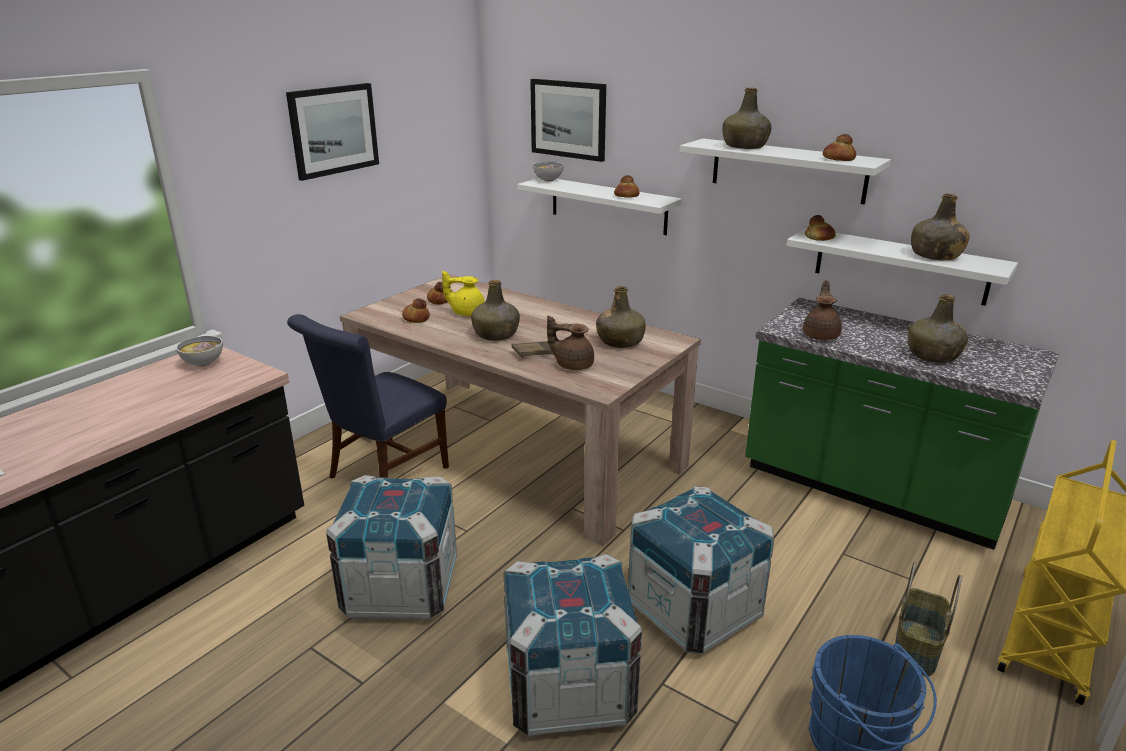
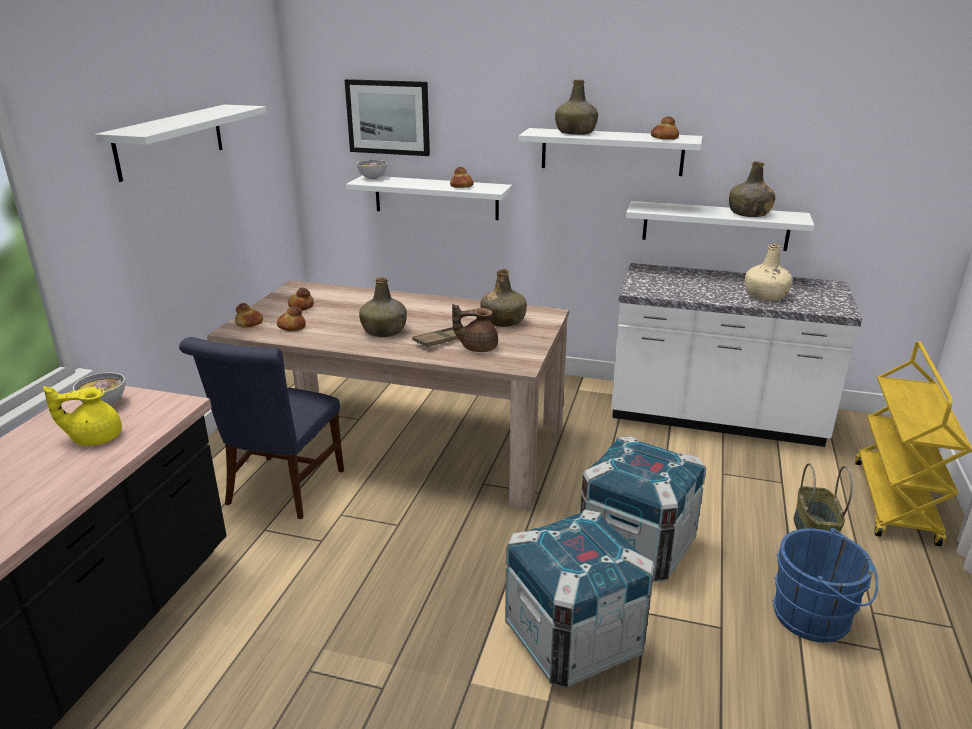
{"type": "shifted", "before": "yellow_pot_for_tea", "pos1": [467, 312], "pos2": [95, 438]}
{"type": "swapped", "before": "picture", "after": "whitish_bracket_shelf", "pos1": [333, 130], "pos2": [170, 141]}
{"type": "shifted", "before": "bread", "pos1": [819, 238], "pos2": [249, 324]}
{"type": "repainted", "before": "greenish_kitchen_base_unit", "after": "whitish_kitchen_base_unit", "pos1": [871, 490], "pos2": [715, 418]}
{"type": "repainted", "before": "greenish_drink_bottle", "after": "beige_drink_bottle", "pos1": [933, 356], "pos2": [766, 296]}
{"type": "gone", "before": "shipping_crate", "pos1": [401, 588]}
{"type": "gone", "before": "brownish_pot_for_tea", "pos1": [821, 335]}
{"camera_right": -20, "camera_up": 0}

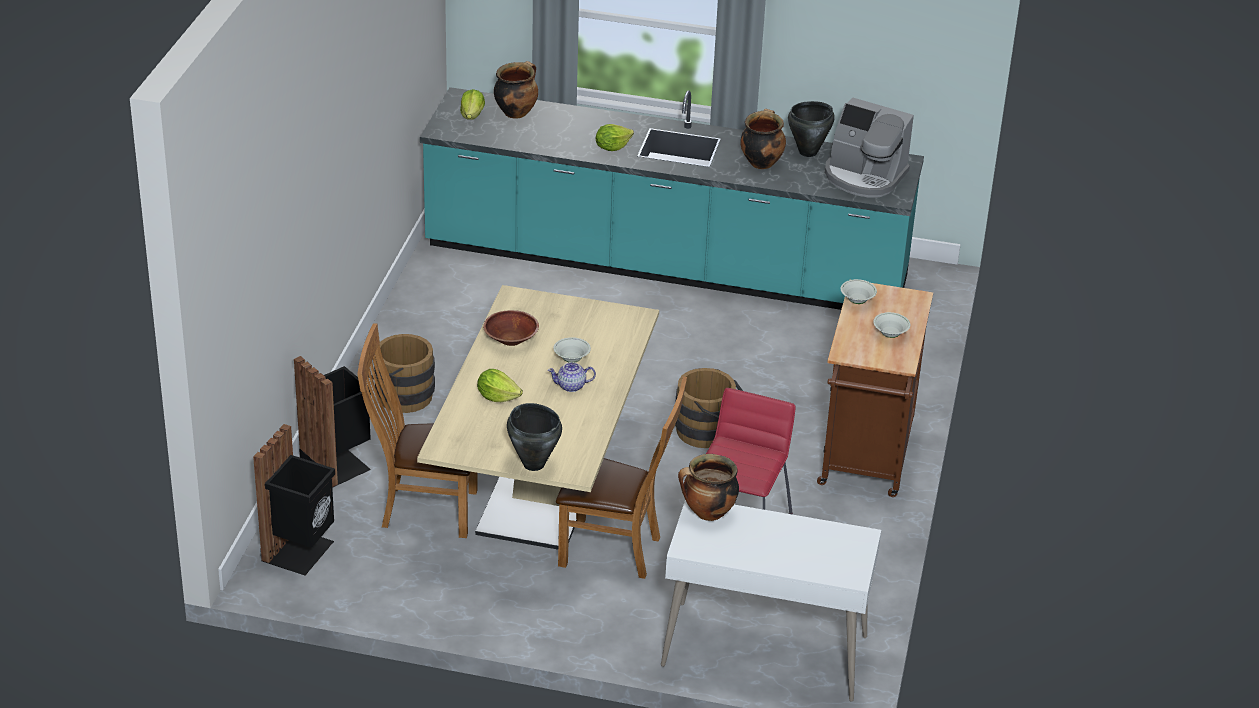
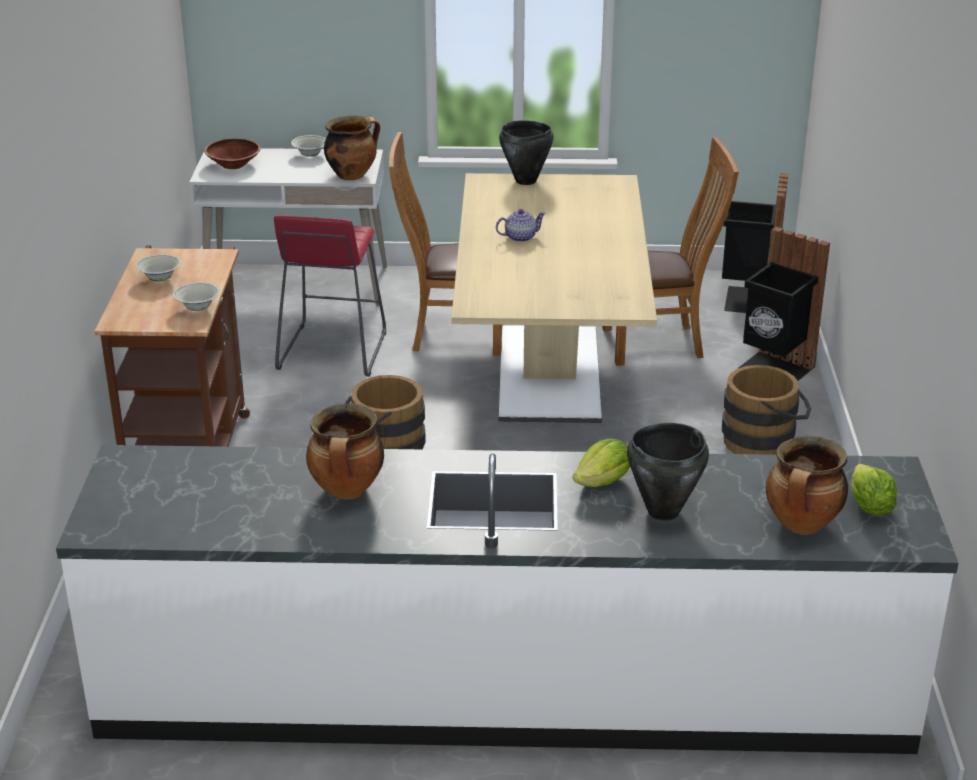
{"type": "repainted", "before": "turquoise-coloured_kitchen_base_unit", "after": "whitish_kitchen_base_unit", "pos1": [665, 265], "pos2": [504, 688]}
{"type": "shifted", "before": "brownish_serving_bowl", "pos1": [511, 339], "pos2": [233, 165]}
{"type": "shifted", "before": "whitish_serving_bowl", "pos1": [571, 359], "pos2": [310, 155]}
{"type": "shifted", "before": "blackish_stockpot", "pos1": [808, 152], "pos2": [662, 511]}
{"type": "gone", "before": "lettuce", "pos1": [497, 397]}
{"type": "gone", "before": "coffee_maker", "pos1": [864, 177]}
{"camera_right": 170, "camera_up": -5}

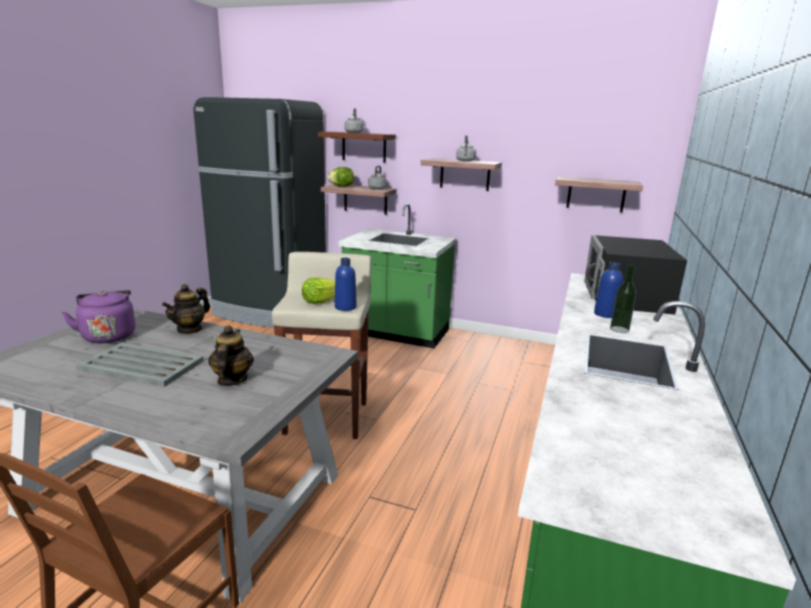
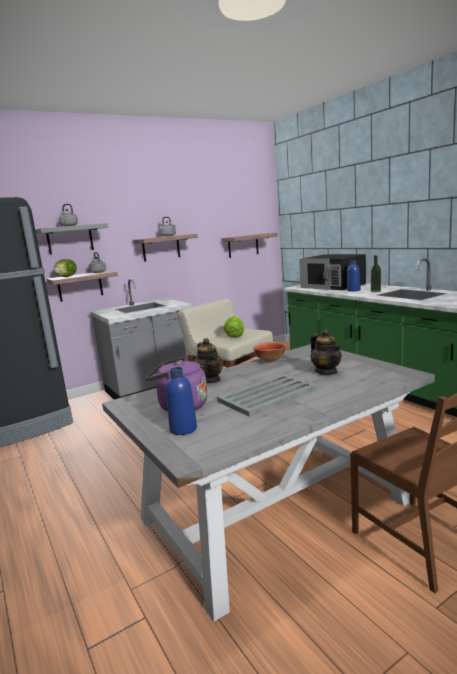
{"type": "repainted", "before": "brownish_bracket_shelf", "after": "gray_bracket_shelf", "pos1": [364, 147], "pos2": [70, 239]}
{"type": "repainted", "before": "greenish_kitchen_base_unit", "after": "gray_kitchen_base_unit", "pos1": [396, 333], "pos2": [151, 388]}
{"type": "shifted", "before": "blue-coloured_drink_bottle", "pos1": [345, 307], "pos2": [183, 429]}
{"type": "new", "after": "serving_bowl", "pos2": [270, 361]}
{"type": "rotated", "before": "pot_for_tea", "pos1": [232, 380], "pos2": [326, 371], "turn": -150}
{"camera_right": -50, "camera_up": -5}

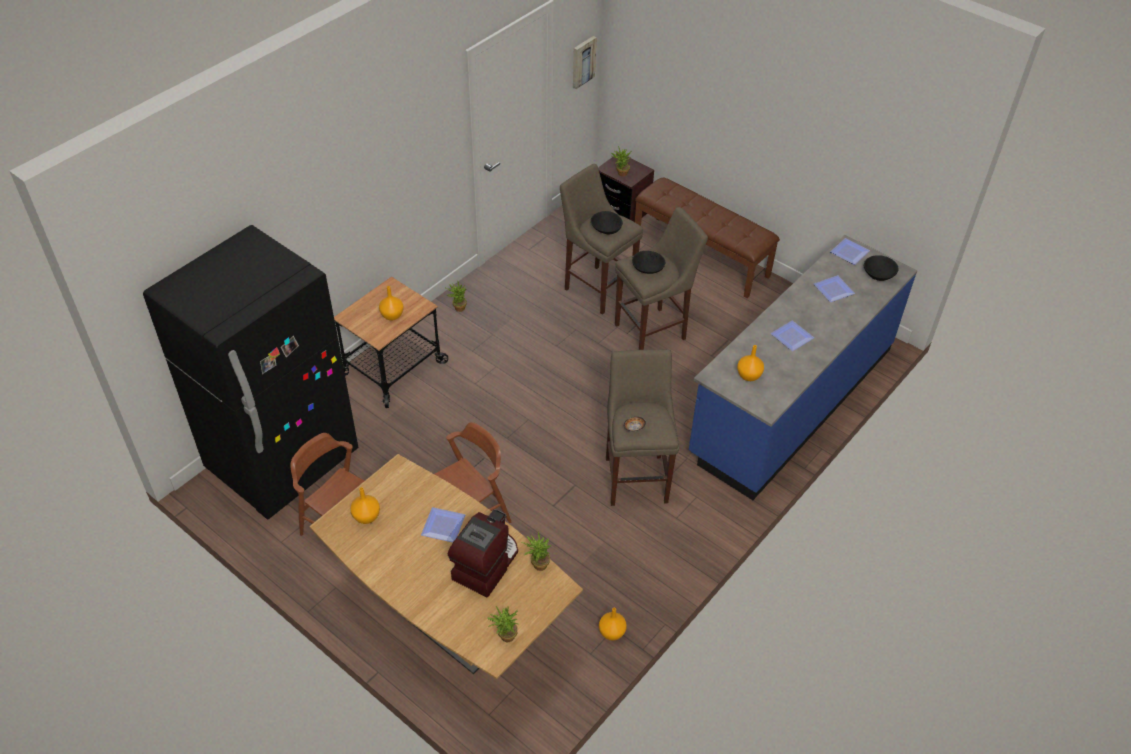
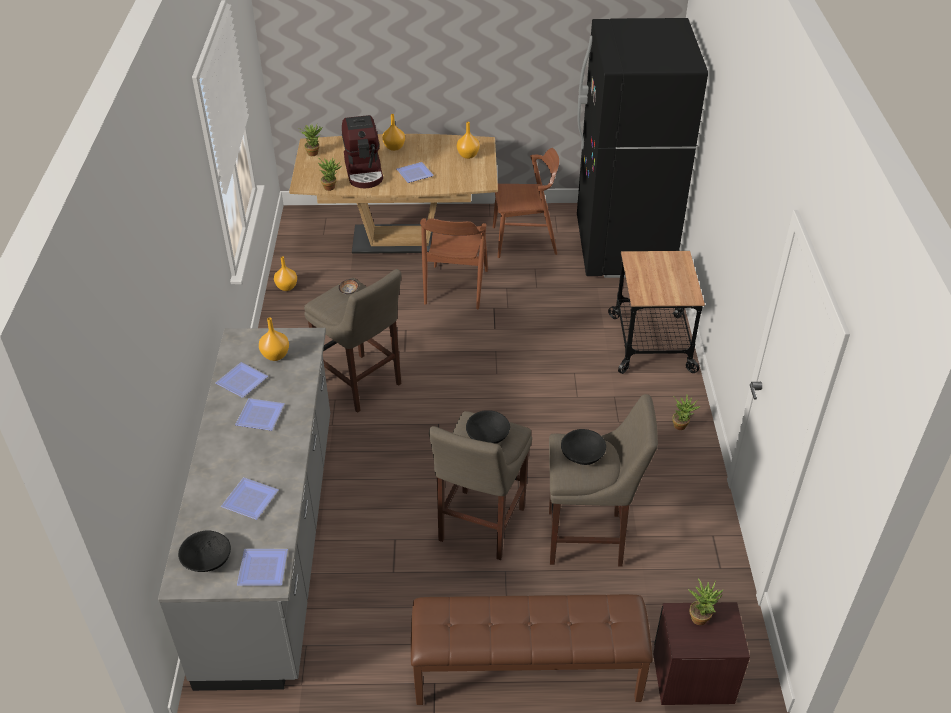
{"type": "repainted", "before": "blue-coloured_kitchen_base_unit", "after": "gray_kitchen_base_unit", "pos1": [791, 401], "pos2": [272, 542]}
{"type": "new", "after": "flat_dish", "pos2": [244, 381]}
{"type": "shifted", "before": "orange-coloured_flower_vase", "pos1": [392, 316], "pos2": [393, 147]}
{"type": "gone", "before": "picture", "pos1": [582, 62]}
{"camera_right": 140, "camera_up": -5}

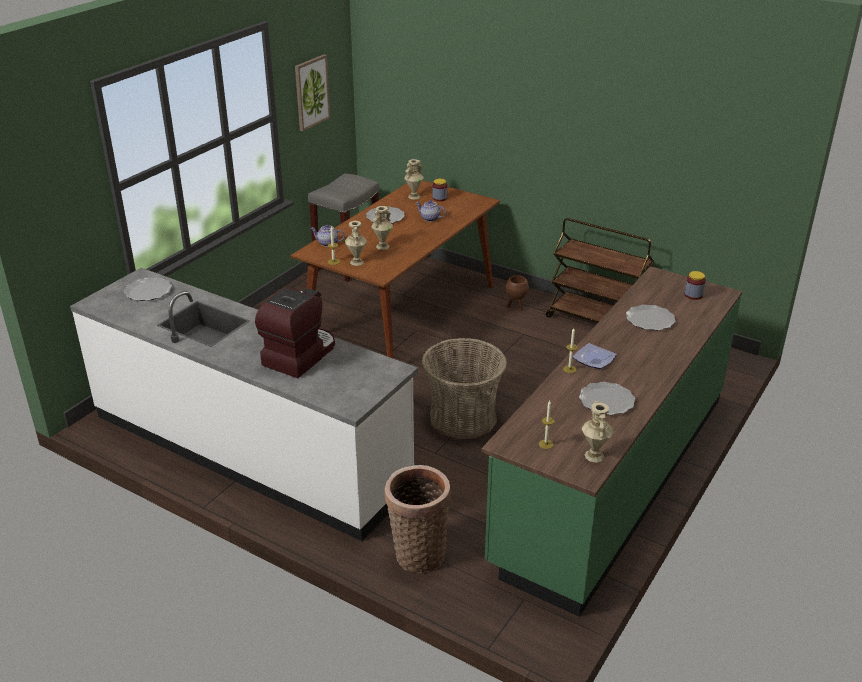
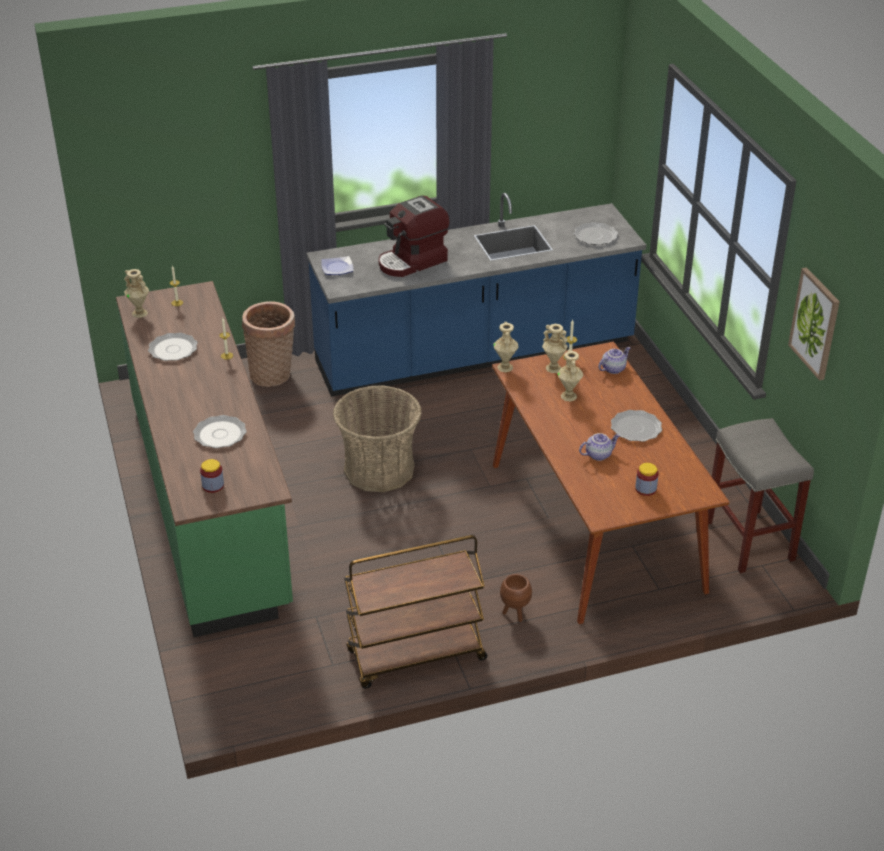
{"type": "repainted", "before": "whitish_kitchen_base_unit", "after": "blue-coloured_kitchen_base_unit", "pos1": [250, 449], "pos2": [475, 355]}
{"type": "shifted", "before": "flat_dish", "pos1": [593, 358], "pos2": [338, 268]}
{"type": "rotated", "before": "coffee_maker", "pos1": [299, 355], "pos2": [412, 262], "turn": 75}
{"type": "shifted", "before": "beige_flower_vase", "pos1": [414, 196], "pos2": [505, 367]}
{"camera_right": 130, "camera_up": 5}

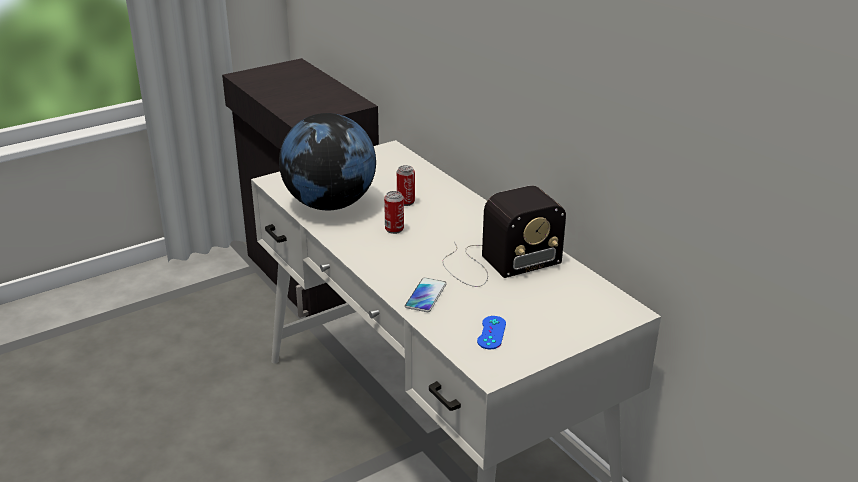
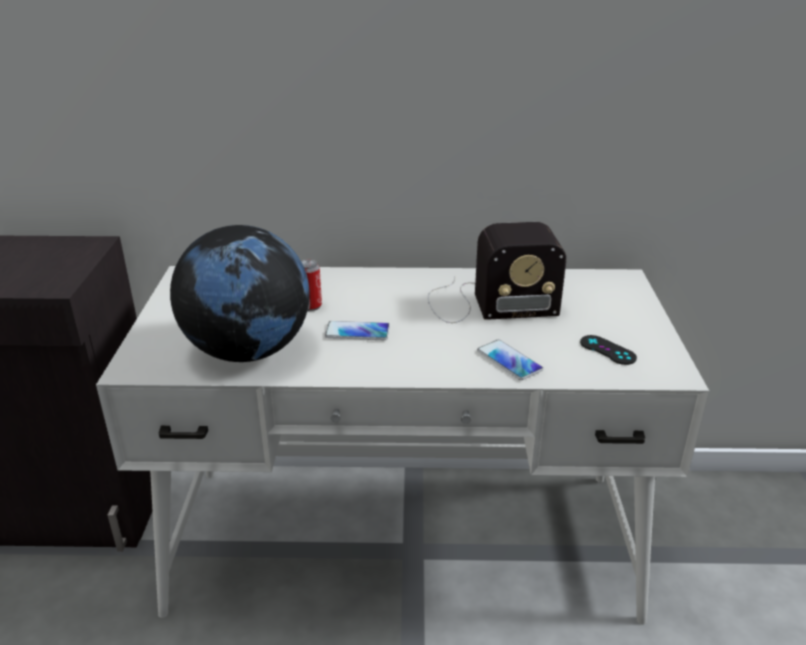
{"type": "swapped", "before": "sealed_can", "after": "handset", "pos1": [394, 229], "pos2": [357, 332]}
{"type": "rotated", "before": "radio", "pos1": [496, 262], "pos2": [487, 303], "turn": 75}
{"type": "repainted", "before": "blue-coloured_gamepad", "after": "blackish_gamepad", "pos1": [491, 333], "pos2": [607, 350]}
{"camera_right": -55, "camera_up": 0}

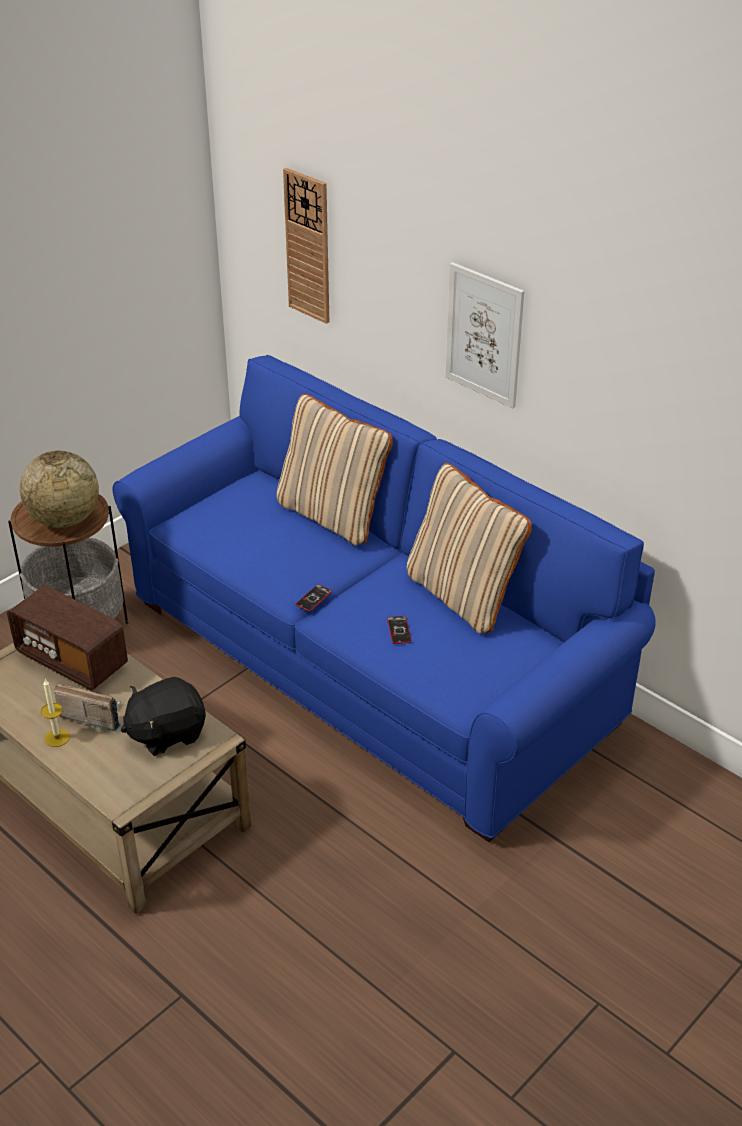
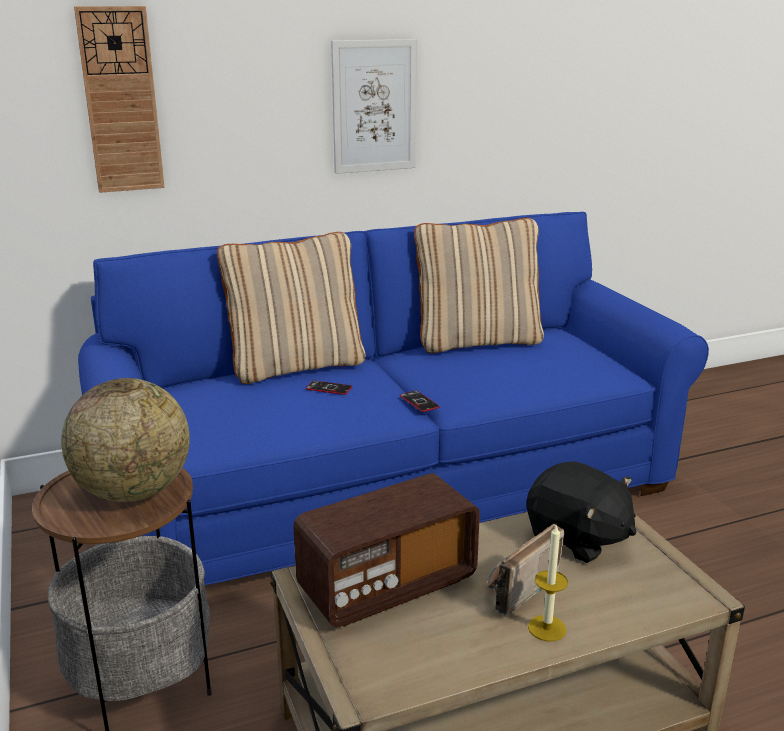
{"type": "shifted", "before": "handset", "pos1": [399, 630], "pos2": [329, 388]}
{"type": "rotated", "before": "blackish_cuddly_toy", "pos1": [166, 733], "pos2": [577, 539], "turn": -45}
{"camera_right": -65, "camera_up": -15}

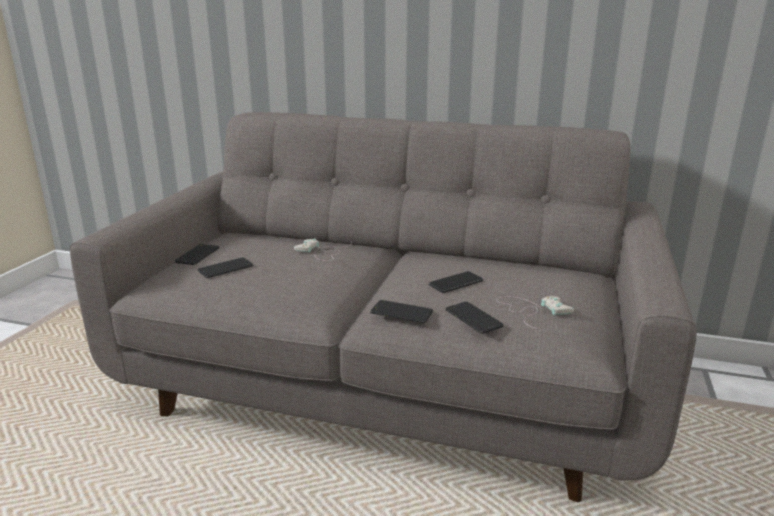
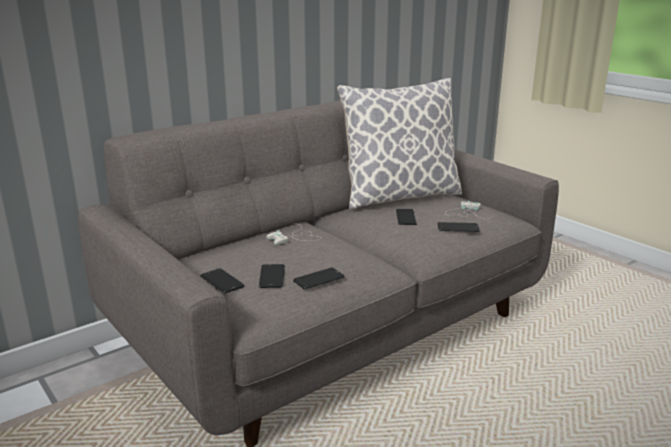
{"type": "shifted", "before": "handset", "pos1": [401, 312], "pos2": [319, 279]}
{"type": "new", "after": "throw_pillow", "pos2": [399, 197]}
{"camera_right": -55, "camera_up": 0}

